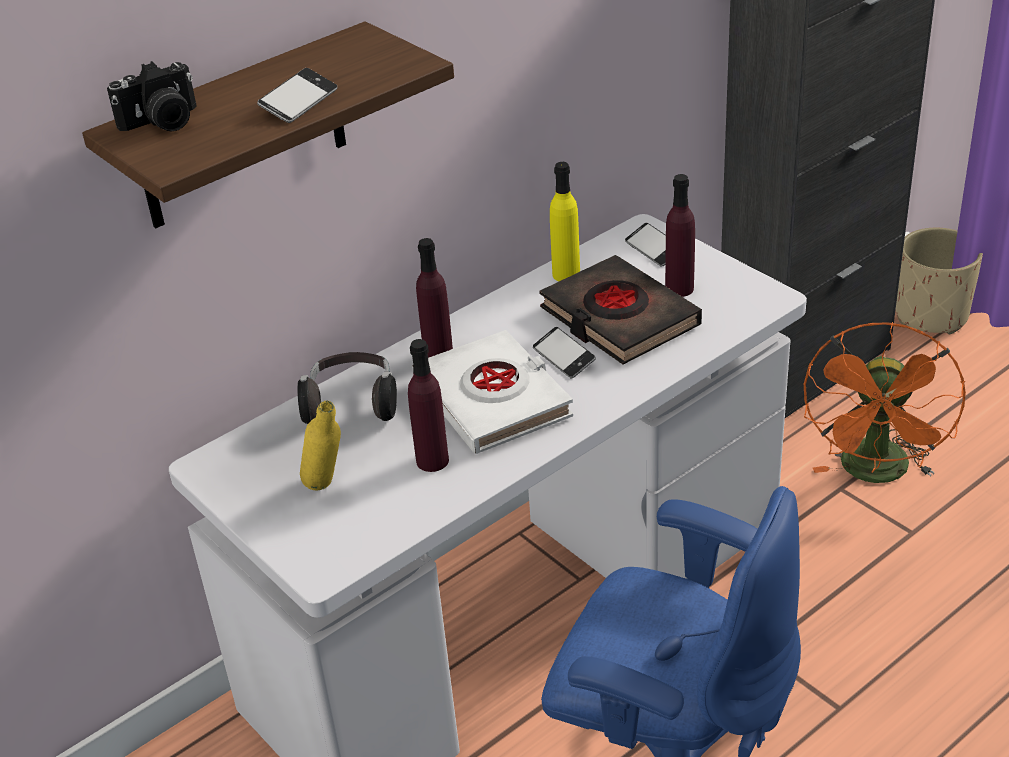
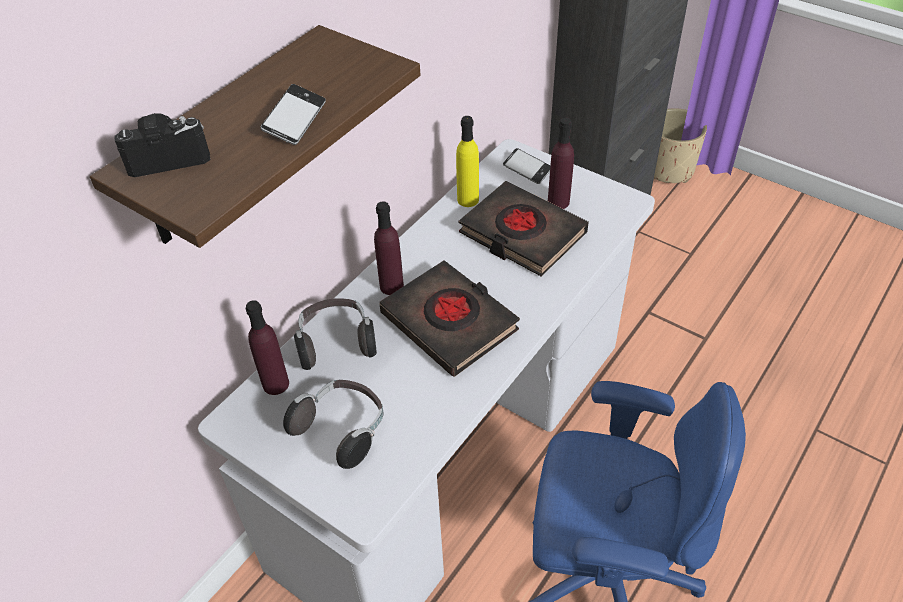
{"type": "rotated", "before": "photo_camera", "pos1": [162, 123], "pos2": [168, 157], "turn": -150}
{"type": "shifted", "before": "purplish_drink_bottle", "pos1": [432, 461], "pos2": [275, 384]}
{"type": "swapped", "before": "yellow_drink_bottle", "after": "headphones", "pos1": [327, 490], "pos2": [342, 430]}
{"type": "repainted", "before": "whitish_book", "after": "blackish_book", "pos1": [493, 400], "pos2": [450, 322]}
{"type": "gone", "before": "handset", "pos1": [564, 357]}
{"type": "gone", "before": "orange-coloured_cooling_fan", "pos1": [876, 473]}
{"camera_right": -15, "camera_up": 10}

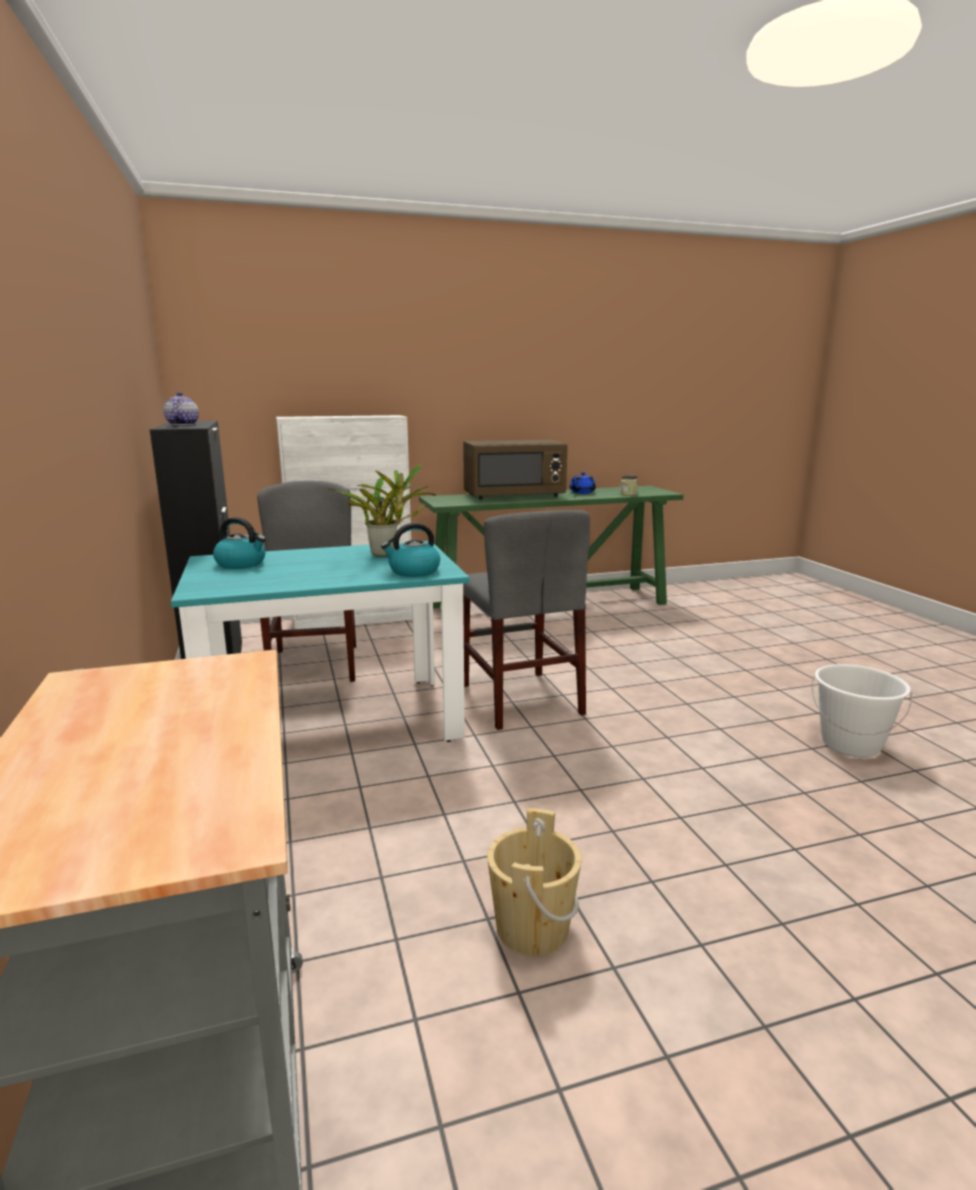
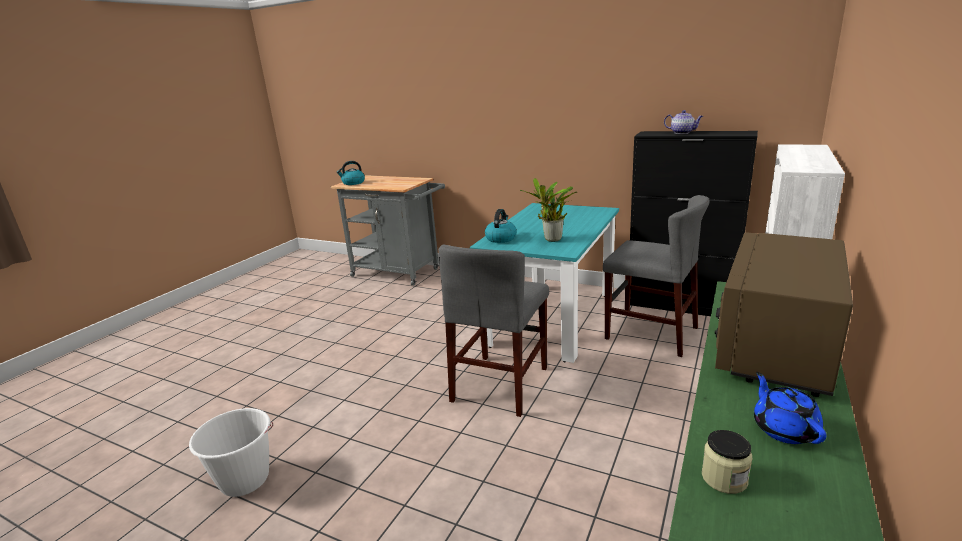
{"type": "shifted", "before": "water_kettle", "pos1": [242, 564], "pos2": [353, 183]}
{"type": "rotated", "before": "gray_plain_chair", "pos1": [520, 699], "pos2": [500, 384], "turn": -90}
{"type": "gone", "before": "beige_bucket", "pos1": [532, 928]}
{"camera_right": 135, "camera_up": 5}

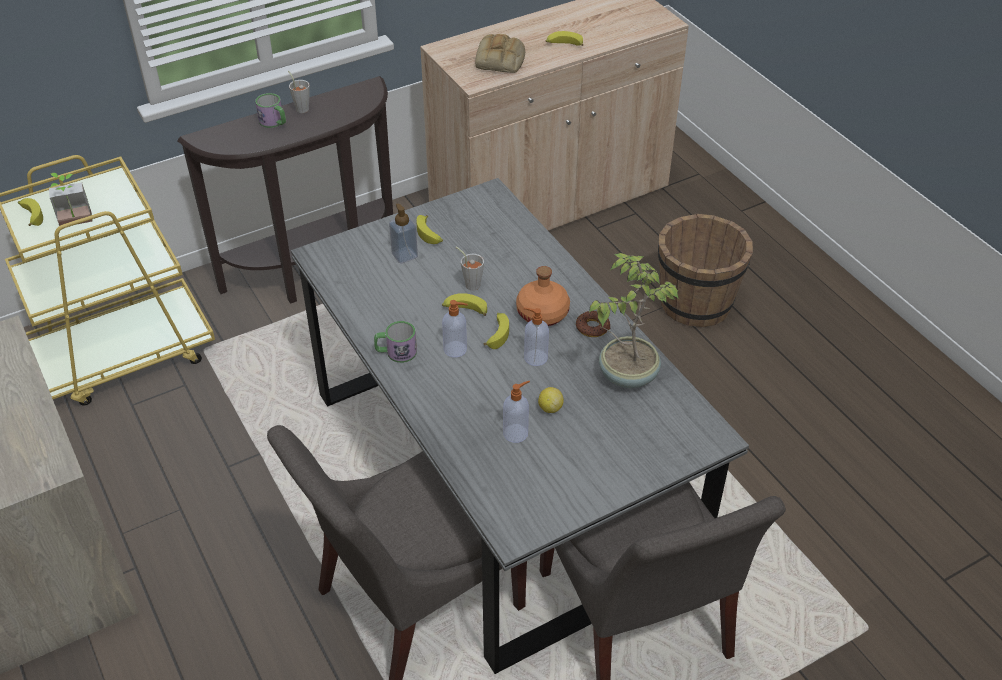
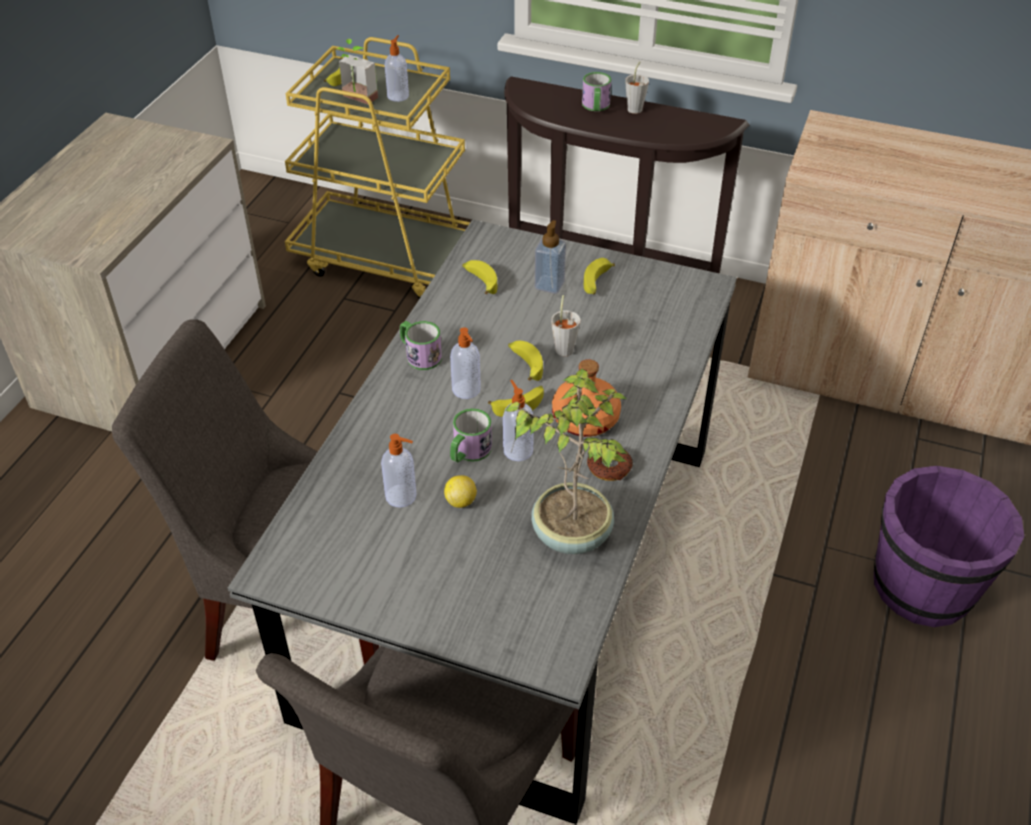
{"type": "new", "after": "soap_bottle", "pos2": [398, 96]}
{"type": "new", "after": "mug", "pos2": [468, 452]}
{"type": "shifted", "before": "banana", "pos1": [564, 44], "pos2": [480, 281]}
{"type": "repainted", "before": "brownish_bucket", "after": "purplish_bucket", "pos1": [695, 303], "pos2": [924, 586]}
{"type": "gone", "before": "bread", "pos1": [501, 60]}
{"camera_right": 50, "camera_up": 0}

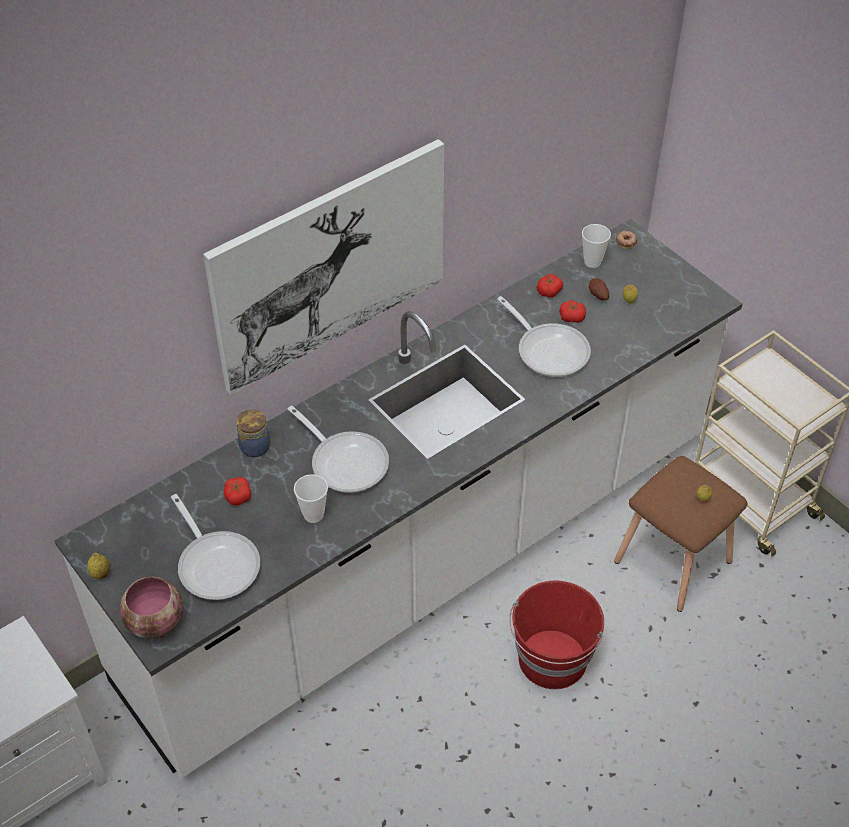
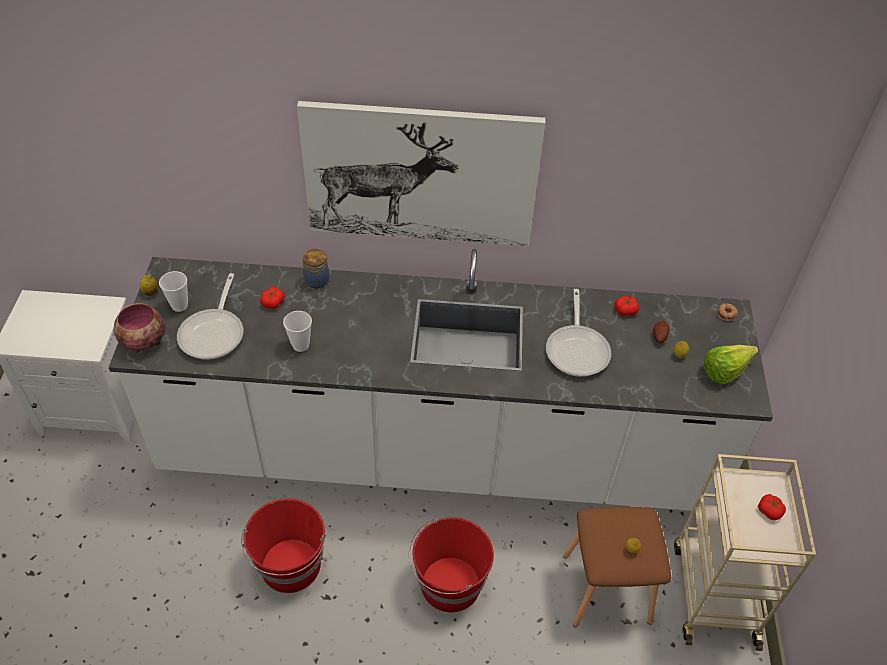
{"type": "shifted", "before": "drinking_cup", "pos1": [592, 262], "pos2": [179, 306]}
{"type": "new", "after": "red_bucket", "pos2": [290, 566]}
{"type": "new", "after": "lettuce", "pos2": [729, 371]}
{"type": "shifted", "before": "tomato", "pos1": [572, 317], "pos2": [769, 510]}
{"type": "gone", "before": "pan", "pos1": [345, 461]}
{"camera_right": 40, "camera_up": 0}

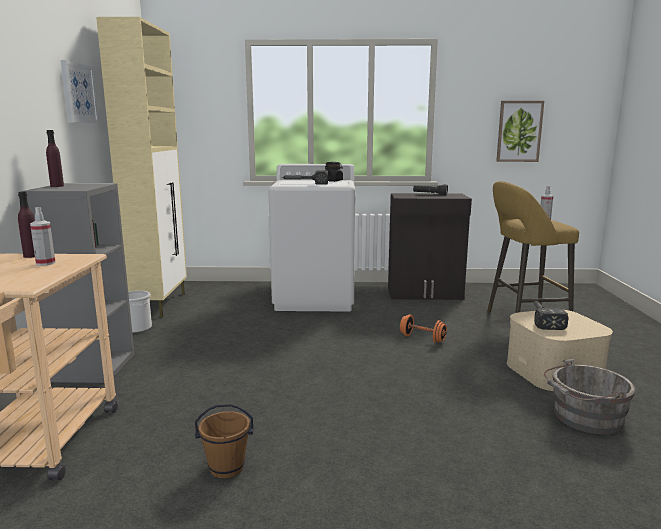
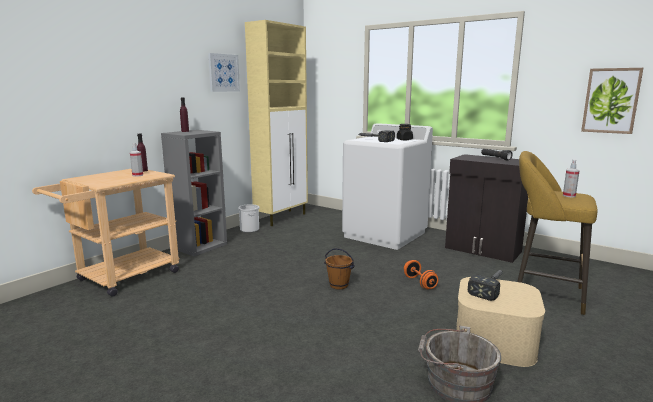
{"type": "shifted", "before": "brownish_bucket", "pos1": [226, 468], "pos2": [339, 285]}
{"camera_right": 35, "camera_up": 0}

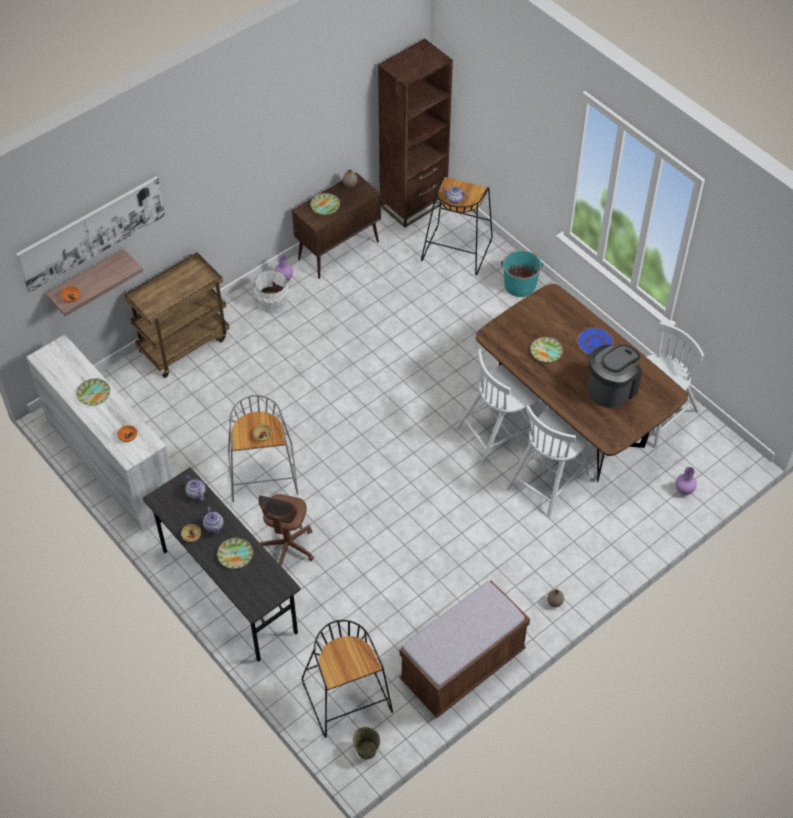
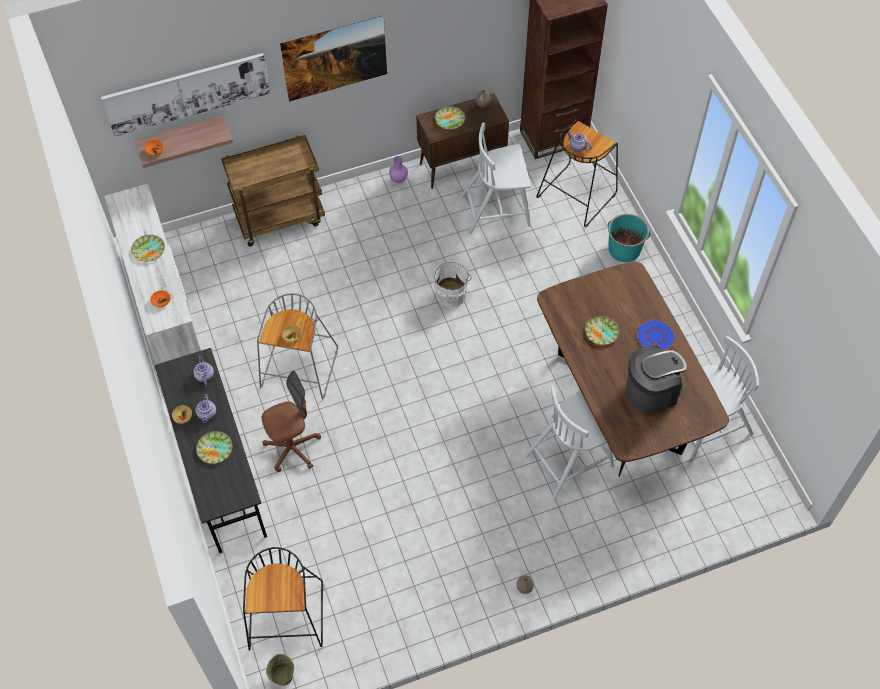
{"type": "rotated", "before": "brownish_office_chair", "pos1": [287, 547], "pos2": [292, 448], "turn": -150}
{"type": "new", "after": "picture", "pos2": [337, 73]}
{"type": "shifted", "before": "whitish_bucket", "pos1": [273, 301], "pos2": [452, 293]}
{"type": "shifted", "before": "whitish_plain_chair", "pos1": [498, 432], "pos2": [496, 210]}
{"type": "gone", "before": "brownish_bench", "pos1": [462, 666]}
{"type": "gone", "before": "purplish_flower_vase", "pos1": [684, 491]}
{"camera_right": 20, "camera_up": 5}

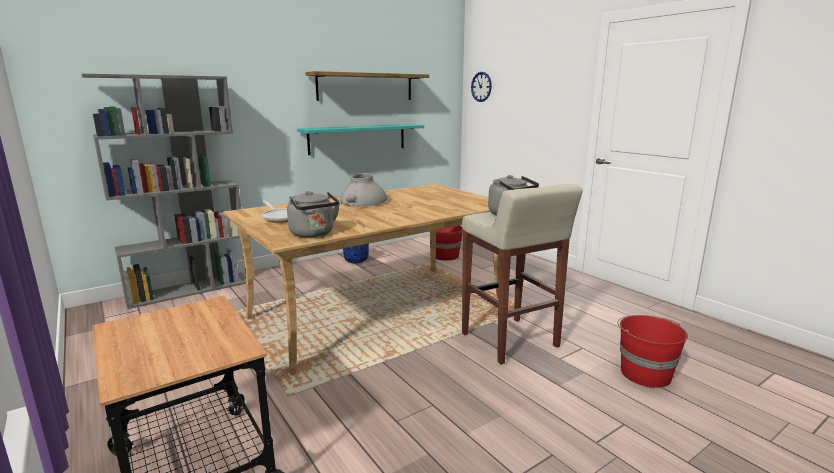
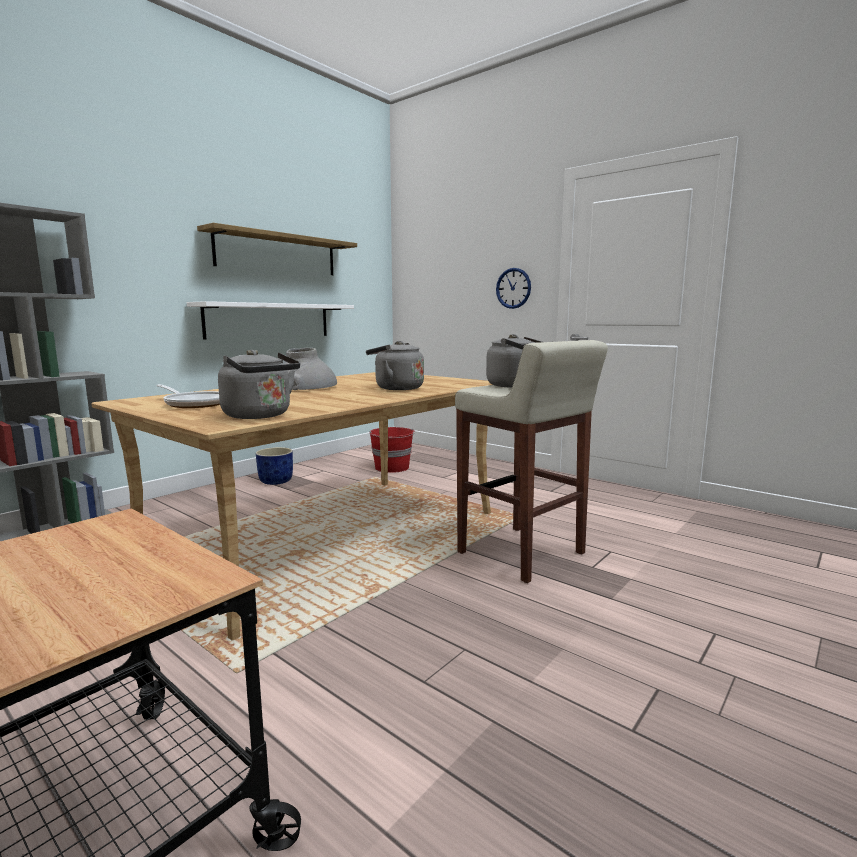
{"type": "repainted", "before": "turquoise-coloured_bracket_shelf", "after": "whitish_bracket_shelf", "pos1": [358, 138], "pos2": [269, 320]}
{"type": "new", "after": "gray_water_kettle", "pos2": [396, 388]}
{"type": "shifted", "before": "hanging_clock", "pos1": [481, 86], "pos2": [513, 288]}
{"type": "gone", "before": "red_bucket", "pos1": [644, 373]}
{"camera_right": -15, "camera_up": -5}

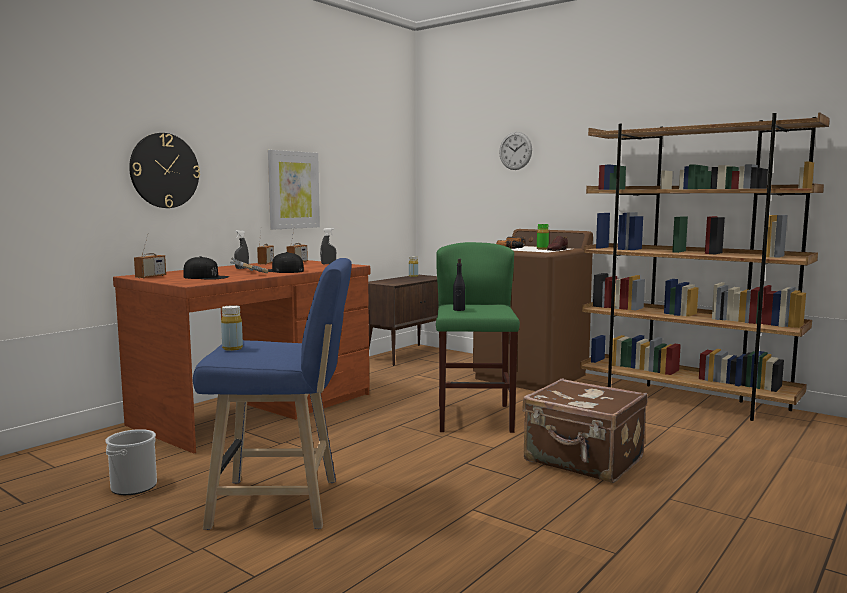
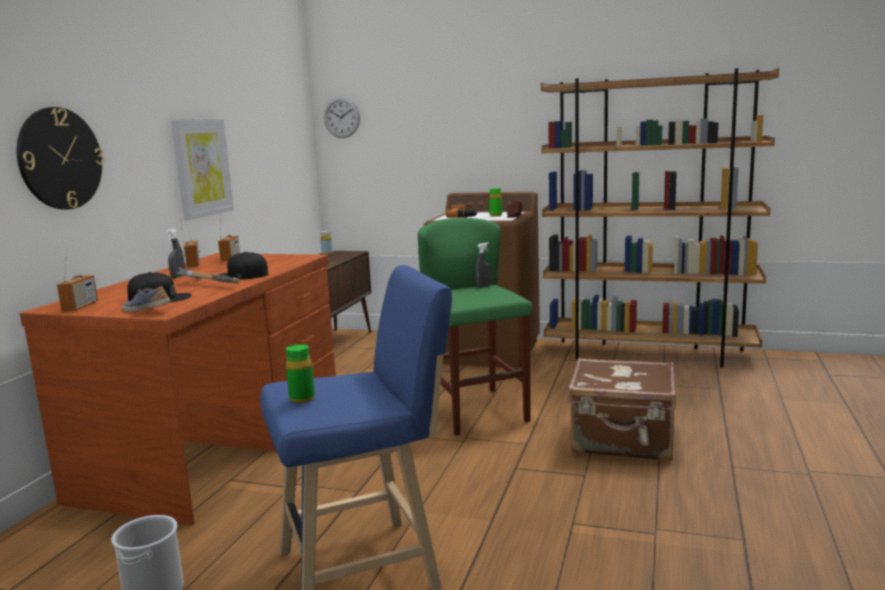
{"type": "new", "after": "shoe", "pos2": [147, 310]}
{"type": "repainted", "before": "yellow_drink_bottle", "after": "greenish_drink_bottle", "pos1": [232, 348], "pos2": [302, 399]}
{"type": "shifted", "before": "hanging_clock", "pos1": [515, 151], "pos2": [341, 117]}
{"type": "shifted", "before": "gray_hand_sprayer", "pos1": [328, 264], "pos2": [484, 286]}
{"type": "gone", "before": "blackish_drink_bottle", "pos1": [458, 310]}
{"camera_right": -20, "camera_up": 5}

